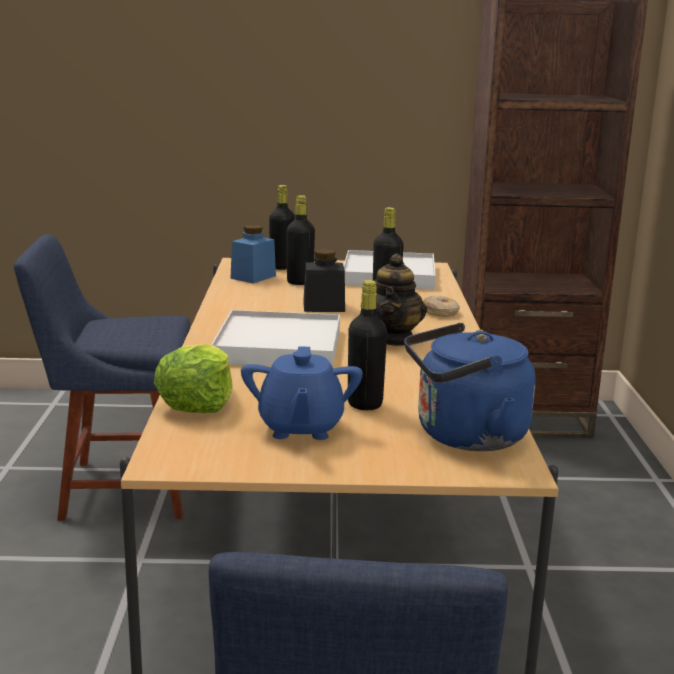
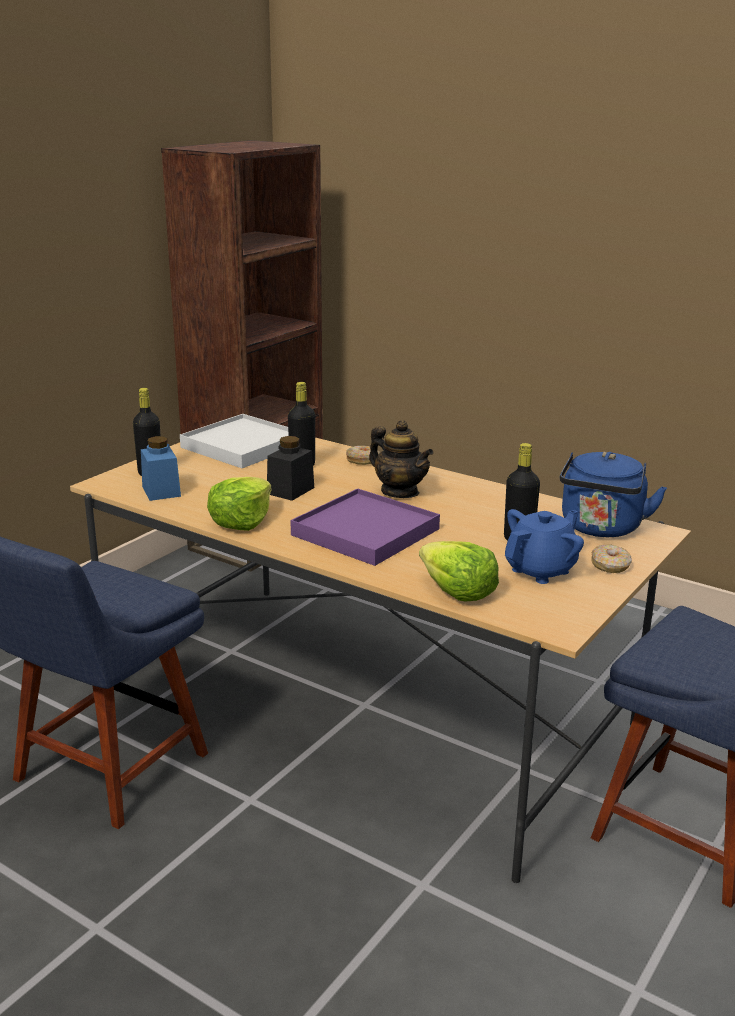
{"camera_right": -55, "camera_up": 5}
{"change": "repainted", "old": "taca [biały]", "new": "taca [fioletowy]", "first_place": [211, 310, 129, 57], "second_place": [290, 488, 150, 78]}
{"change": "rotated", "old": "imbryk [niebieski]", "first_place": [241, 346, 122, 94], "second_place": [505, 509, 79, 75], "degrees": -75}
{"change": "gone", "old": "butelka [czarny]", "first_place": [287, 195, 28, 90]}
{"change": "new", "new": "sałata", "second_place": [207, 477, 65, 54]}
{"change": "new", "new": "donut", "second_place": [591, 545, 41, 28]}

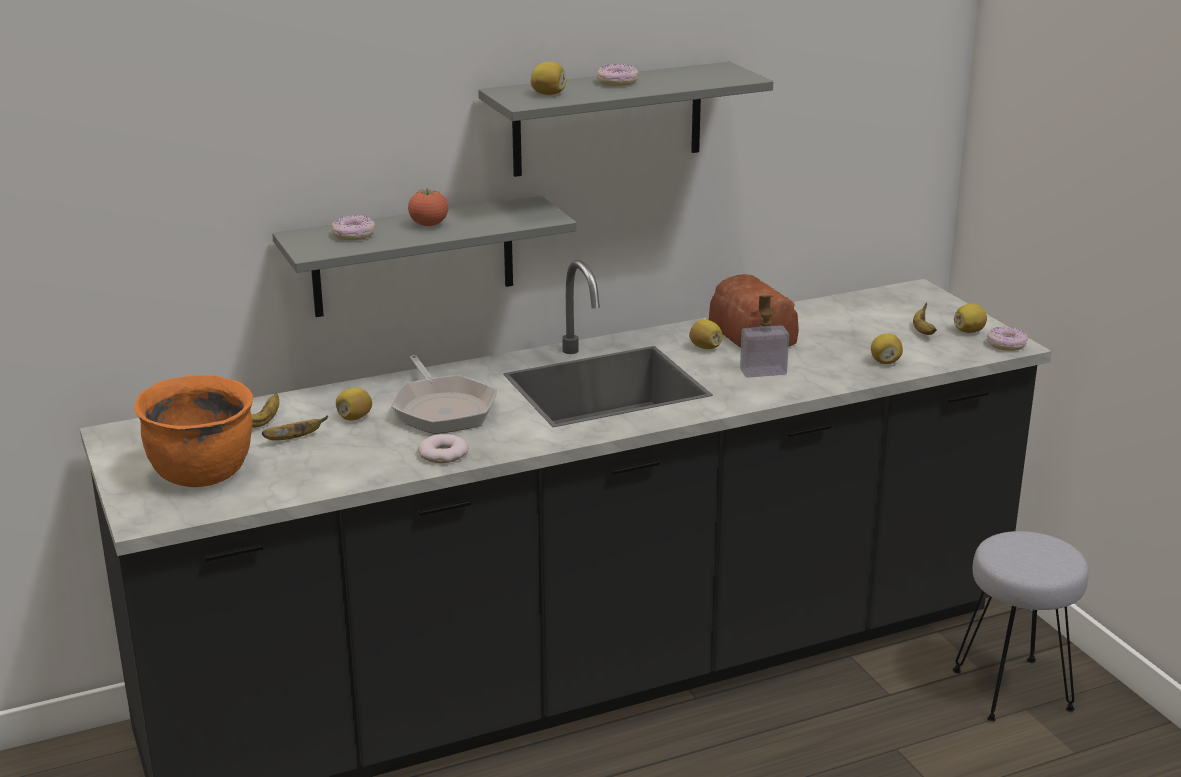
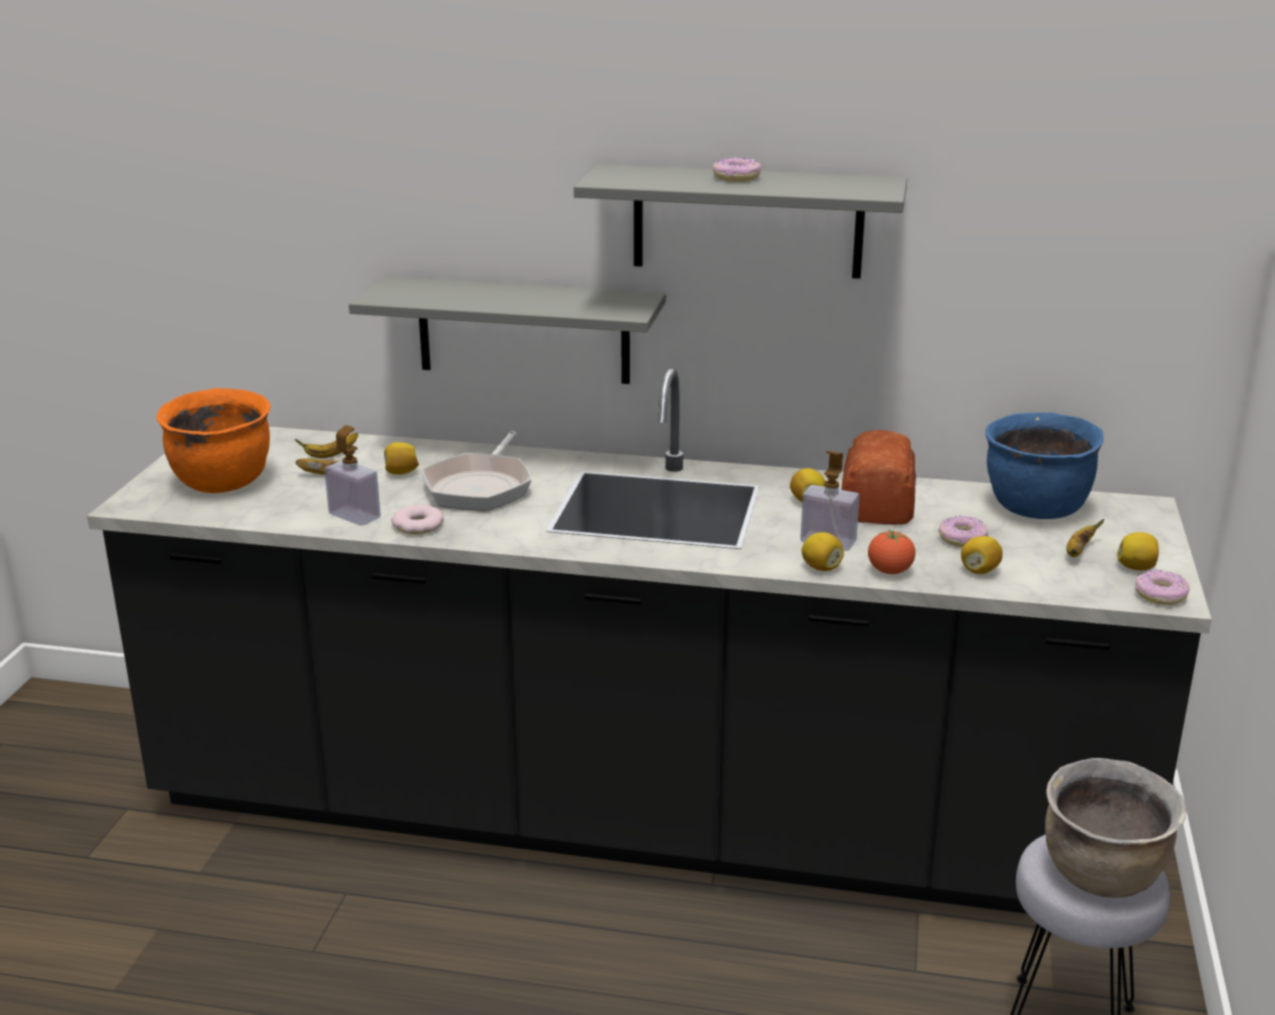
{"camera_right": 35, "camera_up": 0}
{"change": "shifted", "old": "donut", "first_place": [332, 215, 43, 26], "second_place": [938, 516, 50, 31]}
{"change": "shifted", "old": "pomidor", "first_place": [408, 188, 40, 38], "second_place": [868, 530, 48, 44]}
{"change": "shifted", "old": "cytryna", "first_place": [531, 62, 35, 33], "second_place": [802, 532, 42, 39]}
{"change": "new", "new": "dozownik mydła", "second_place": [324, 425, 57, 101]}
{"change": "new", "new": "garnek [niebieski]", "second_place": [985, 412, 119, 107]}
{"change": "new", "new": "garnek [brązowy]", "second_place": [1045, 758, 142, 140]}

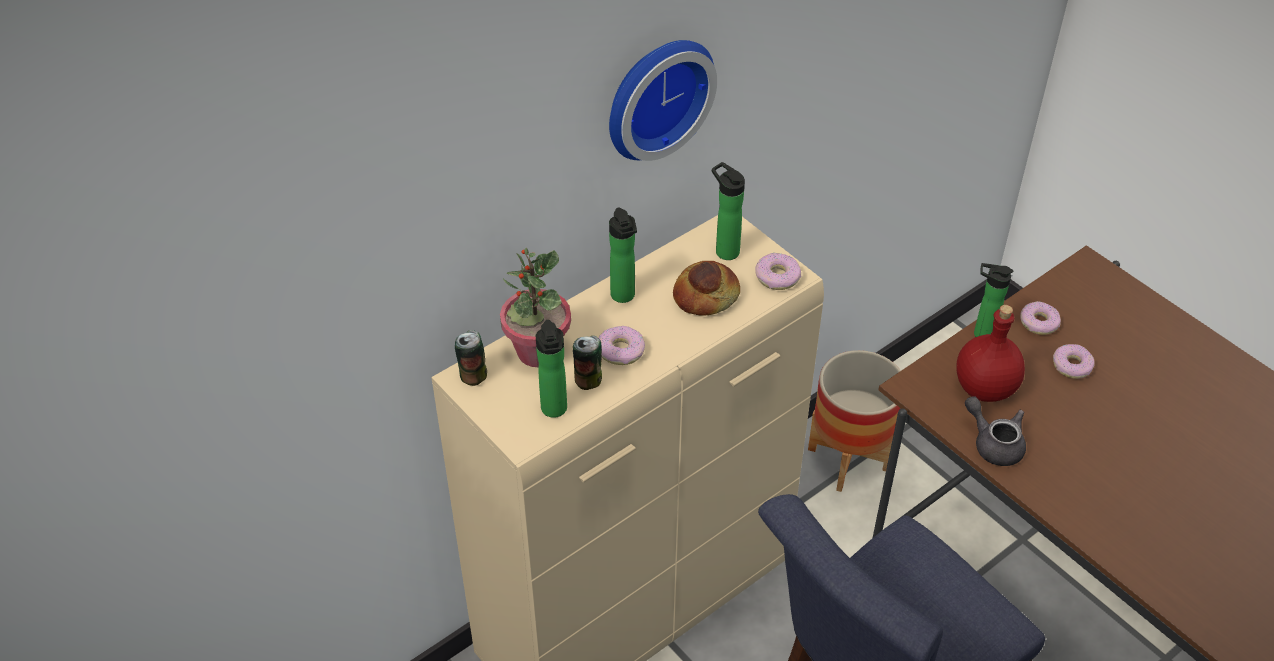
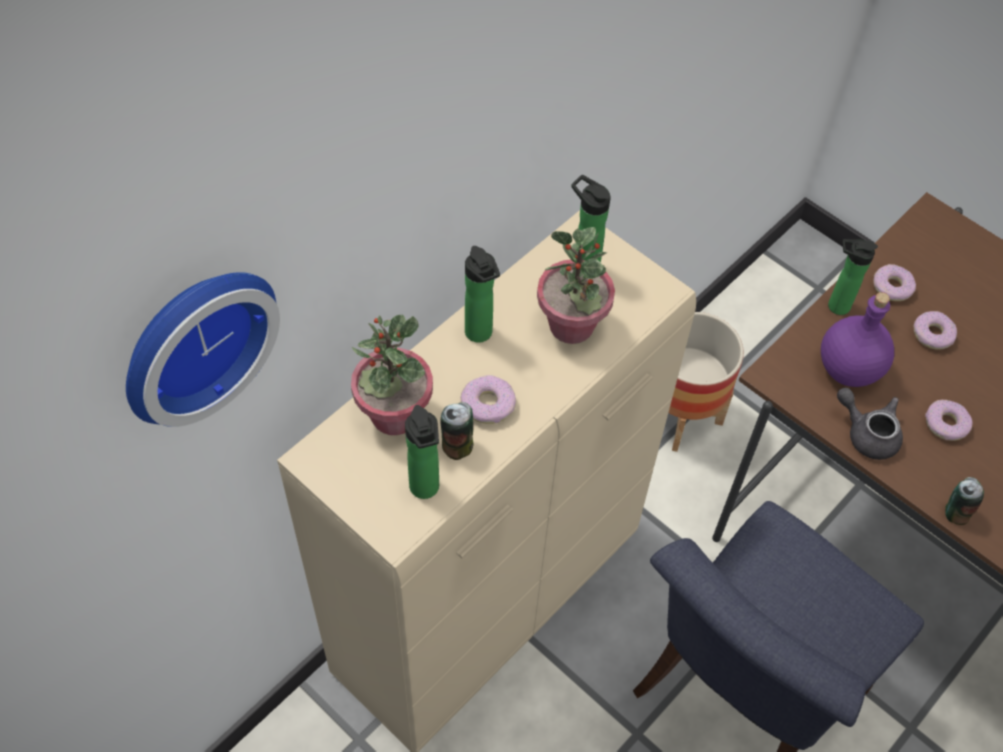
{"camera_right": -10, "camera_up": 10}
{"change": "shifted", "old": "puszka", "first_place": [455, 330, 32, 56], "second_place": [945, 477, 39, 48]}
{"change": "shifted", "old": "zegar ścienny", "first_place": [609, 40, 108, 121], "second_place": [126, 272, 154, 155]}
{"change": "swapped", "old": "chleb", "new": "roślina doniczkowa", "first_place": [673, 261, 67, 55], "second_place": [537, 227, 78, 117]}
{"change": "shifted", "old": "donut", "first_place": [755, 253, 46, 37], "second_place": [925, 400, 48, 41]}
{"change": "repainted", "old": "butelka [czerwony]", "new": "butelka [fioletowy]", "first_place": [956, 305, 69, 97], "second_place": [821, 292, 73, 95]}

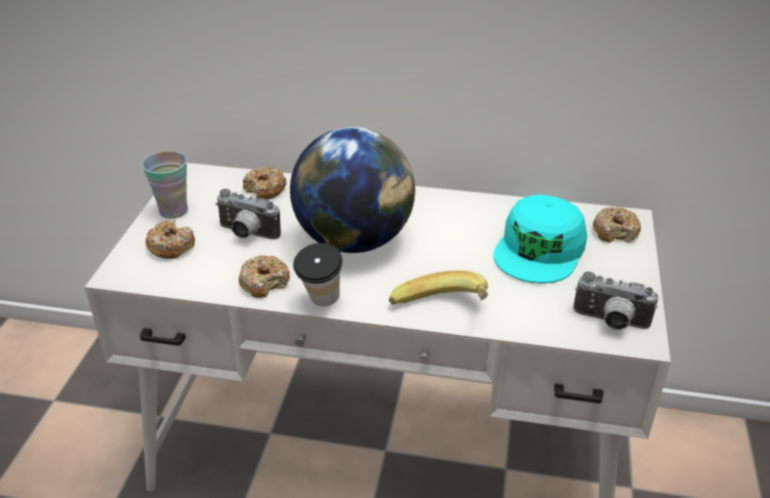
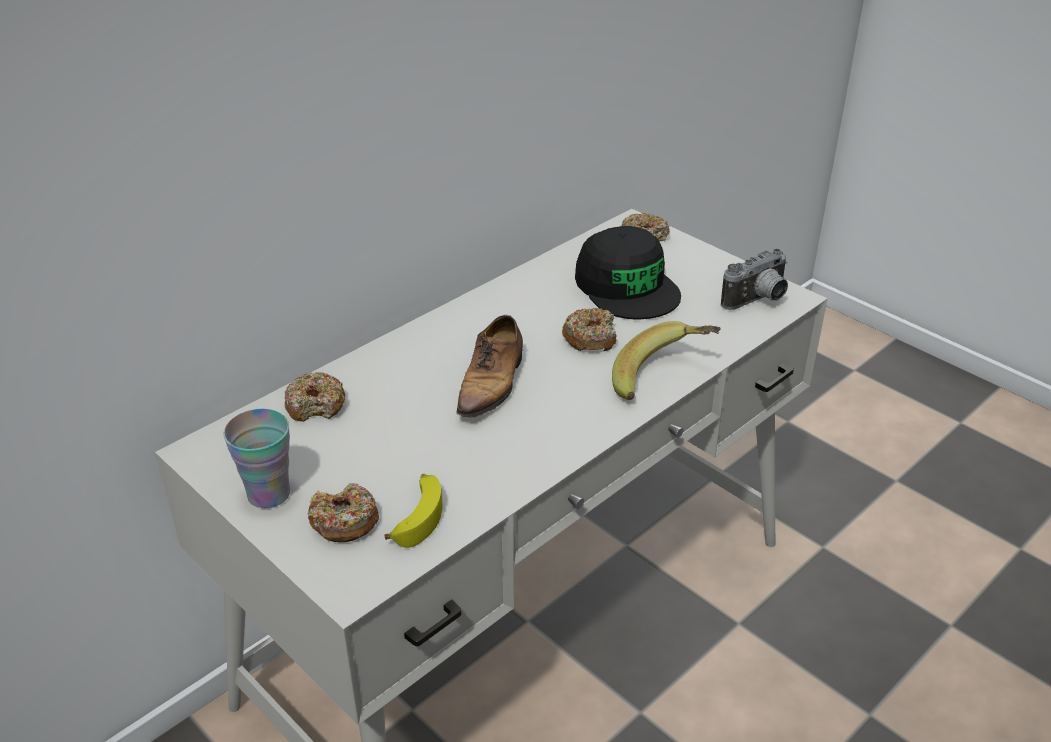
{"camera_right": -55, "camera_up": 0}
{"change": "gone", "old": "aparat fotograficzny", "first_place": [216, 189, 65, 51]}
{"change": "shifted", "old": "donut", "first_place": [239, 255, 51, 43], "second_place": [562, 308, 55, 43]}
{"change": "swapped", "old": "globus", "new": "but", "first_place": [290, 127, 125, 126], "second_place": [456, 315, 67, 110]}
{"change": "gone", "old": "filiżanka", "first_place": [293, 243, 50, 64]}
{"change": "repainted", "old": "czapka z daszkiem [turkusowy]", "new": "czapka z daszkiem [czarny]", "first_place": [493, 194, 94, 89], "second_place": [575, 226, 106, 93]}
{"change": "new", "new": "banan", "second_place": [385, 474, 57, 74]}

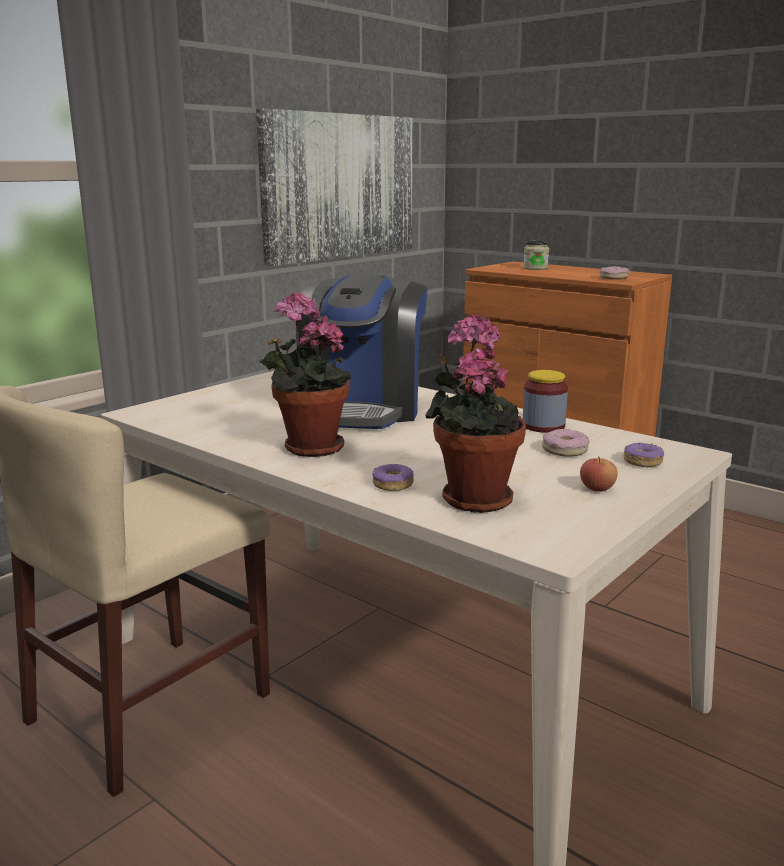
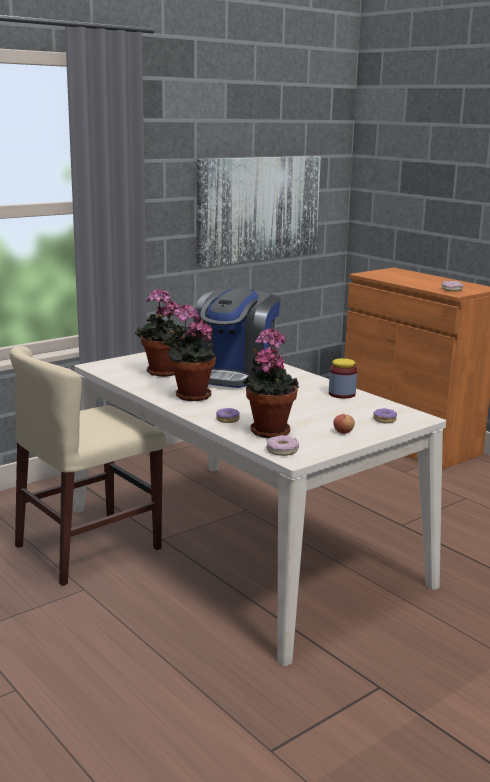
{"camera_right": 10, "camera_up": 0}
{"change": "gone", "old": "słoik", "first_place": [523, 241, 26, 29]}
{"change": "shifted", "old": "donut", "first_place": [542, 429, 47, 28], "second_place": [266, 435, 33, 21]}
{"change": "new", "new": "roślina doniczkowa", "second_place": [135, 288, 54, 89]}

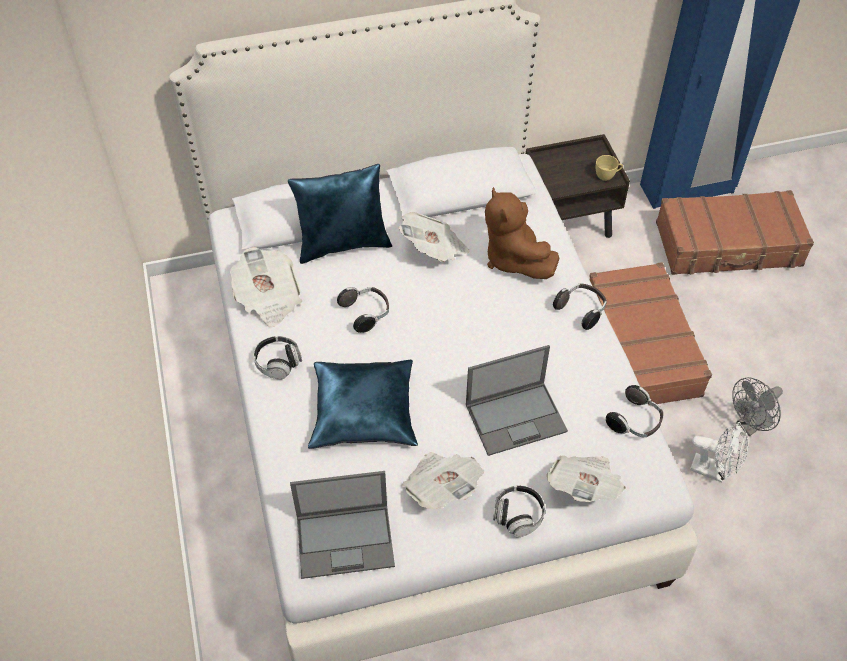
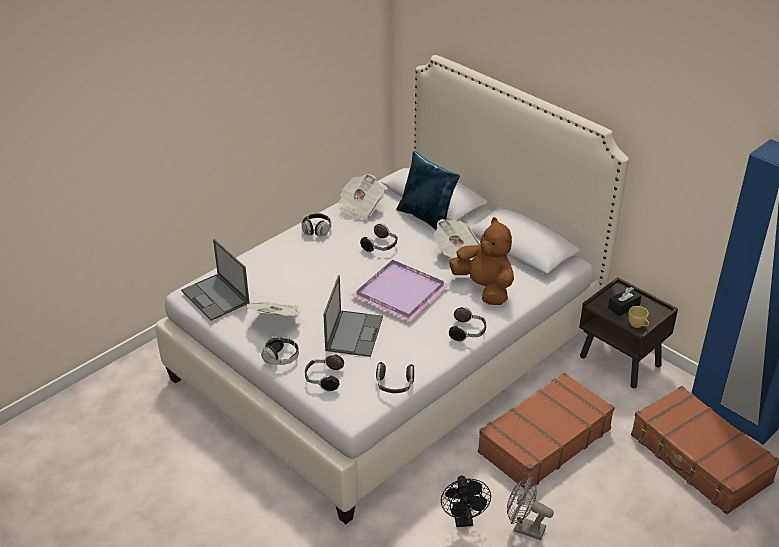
{"camera_right": 60, "camera_up": -15}
{"change": "gone", "old": "poduszka [niebieski]", "first_place": [308, 360, 110, 89]}
{"change": "rotated", "old": "laptop", "first_place": [466, 345, 102, 111], "second_place": [323, 275, 60, 82], "degrees": -120}
{"change": "rotated", "old": "pluszak [brązowy]", "first_place": [485, 187, 74, 92], "second_place": [450, 217, 64, 88], "degrees": 105}
{"change": "swapped", "old": "gazeta", "new": "słuchawki", "first_place": [546, 456, 80, 46], "second_place": [305, 354, 39, 38]}
{"change": "repainted", "old": "wentylator [biały]", "new": "wentylator [czarny]", "first_place": [690, 422, 59, 60], "second_place": [441, 475, 50, 52]}
{"change": "new", "new": "taca [fioletowy]", "second_place": [351, 260, 98, 62]}
{"change": "new", "new": "pudełko chusteczek [czarny]", "second_place": [608, 287, 34, 29]}

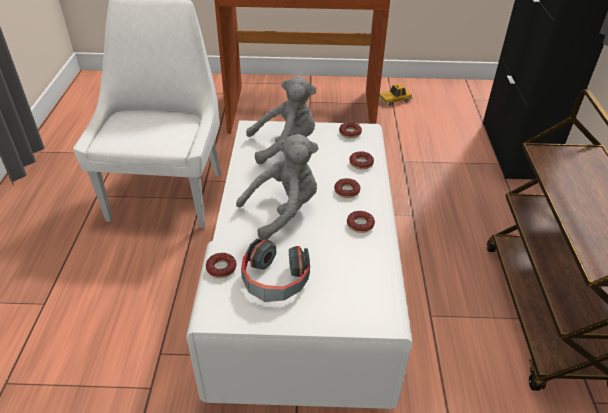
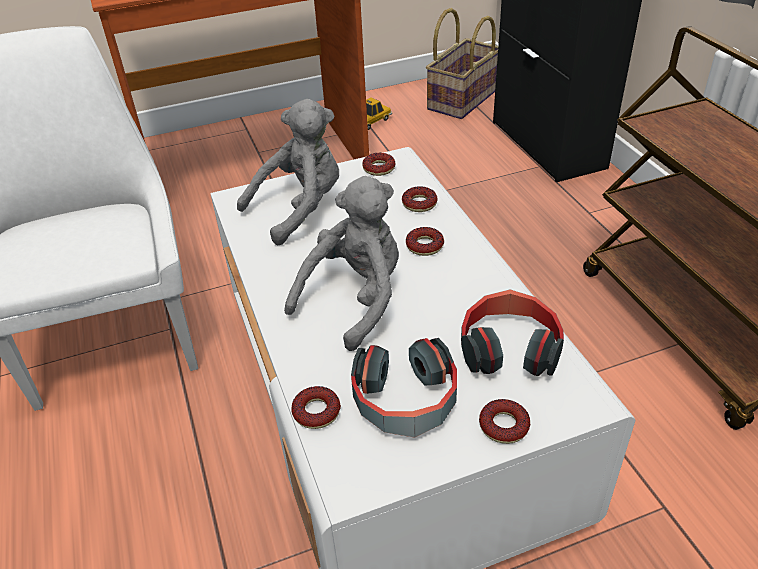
{"camera_right": -20, "camera_up": 0}
{"change": "shifted", "old": "donut", "first_place": [347, 211, 28, 22], "second_place": [479, 399, 51, 45]}
{"change": "new", "new": "koszyk", "second_place": [426, 8, 72, 111]}
{"change": "new", "new": "słuchawki", "second_place": [461, 289, 103, 87]}

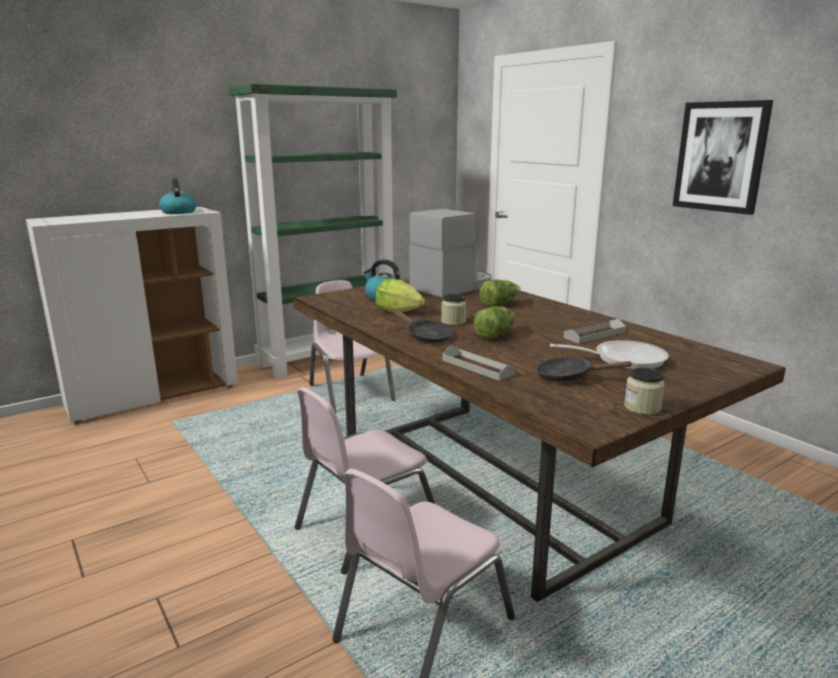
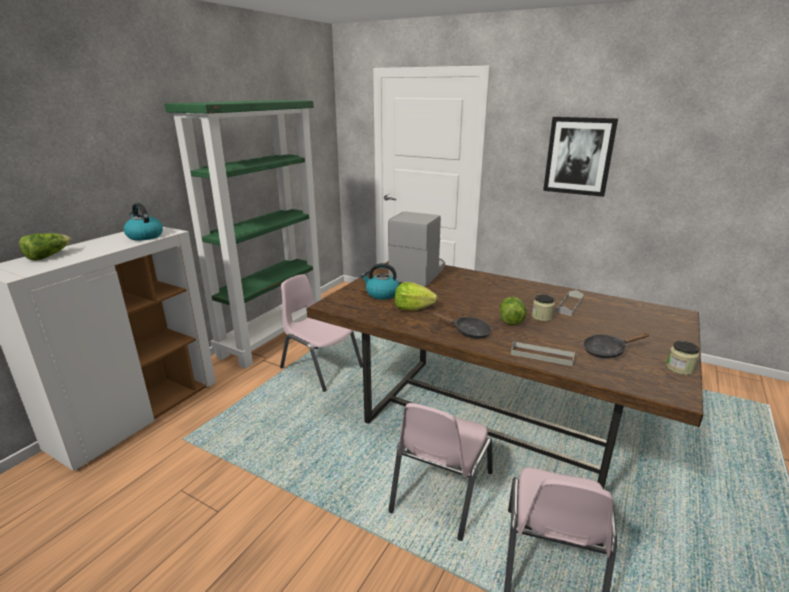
{"camera_right": -25, "camera_up": 5}
{"change": "shifted", "old": "słoik", "first_place": [441, 294, 25, 31], "second_place": [532, 294, 23, 27]}
{"change": "shifted", "old": "sałata", "first_place": [480, 280, 40, 27], "second_place": [19, 233, 52, 28]}
{"change": "gone", "old": "patelnia", "first_place": [550, 340, 119, 30]}

